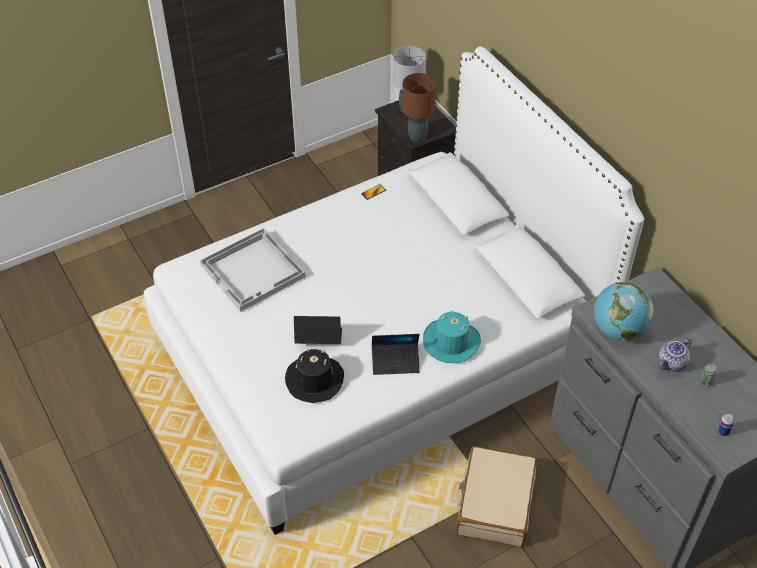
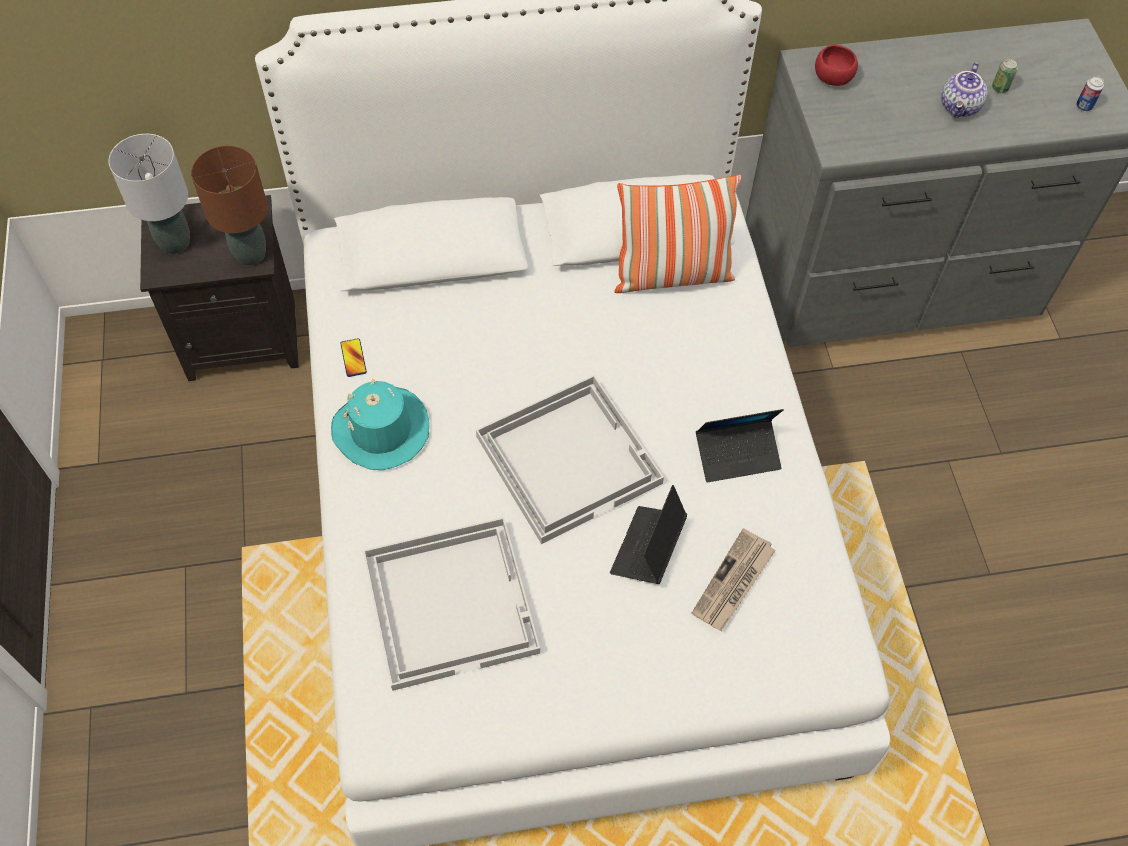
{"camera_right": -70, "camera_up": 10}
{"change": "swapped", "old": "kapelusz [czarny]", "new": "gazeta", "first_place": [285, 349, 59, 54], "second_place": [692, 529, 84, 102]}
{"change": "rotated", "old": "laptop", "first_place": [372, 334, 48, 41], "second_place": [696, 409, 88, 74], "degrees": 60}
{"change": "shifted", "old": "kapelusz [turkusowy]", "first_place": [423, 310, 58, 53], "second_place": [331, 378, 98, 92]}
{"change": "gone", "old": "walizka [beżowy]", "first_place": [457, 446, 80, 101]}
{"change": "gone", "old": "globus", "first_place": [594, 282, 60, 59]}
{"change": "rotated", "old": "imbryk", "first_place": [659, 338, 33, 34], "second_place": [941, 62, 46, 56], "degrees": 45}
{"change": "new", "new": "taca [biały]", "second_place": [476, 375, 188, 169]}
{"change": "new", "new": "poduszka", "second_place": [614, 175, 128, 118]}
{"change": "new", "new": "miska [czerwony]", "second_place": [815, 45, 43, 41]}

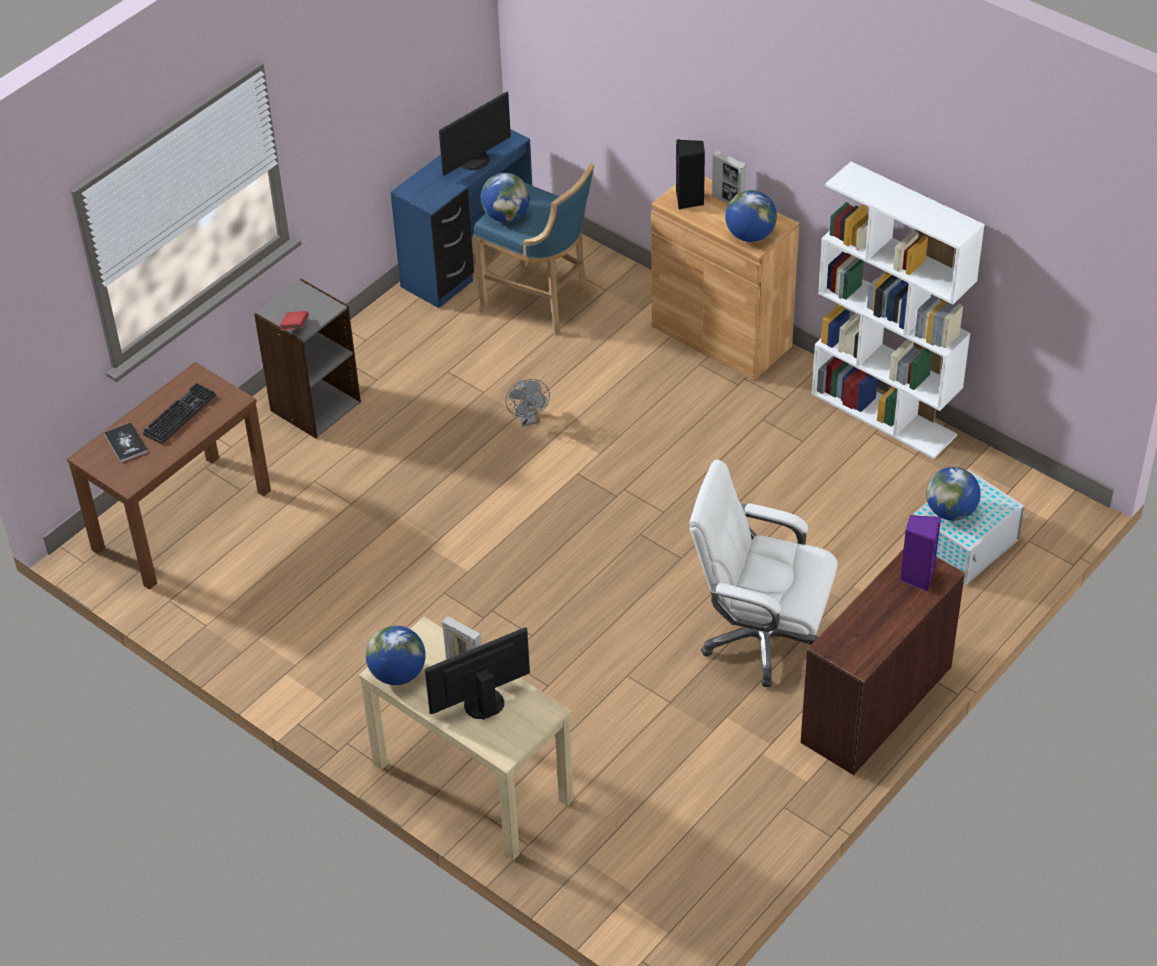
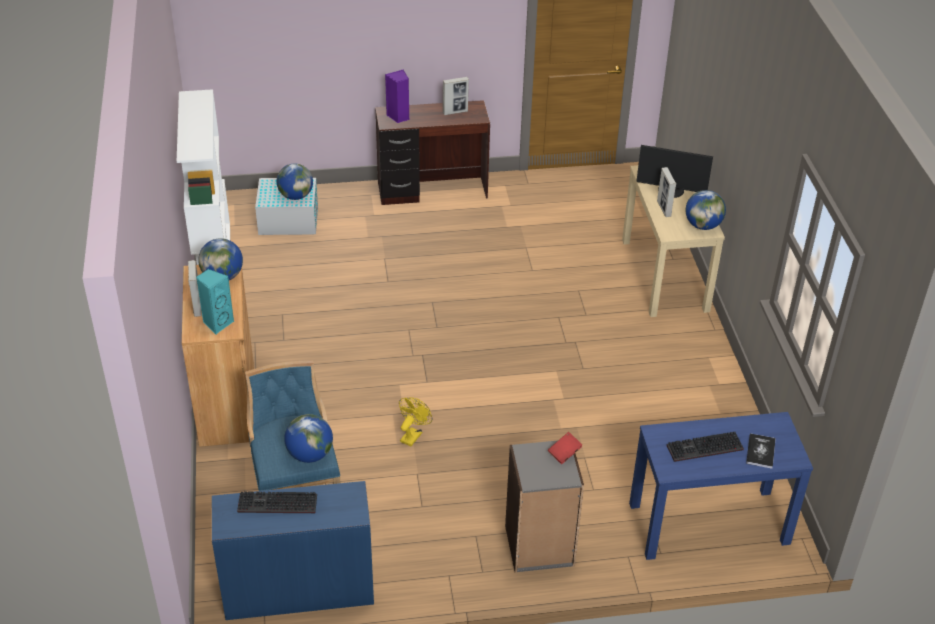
{"camera_right": -140, "camera_up": -5}
{"change": "repainted", "old": "stolik konsolowy [brązowy]", "new": "stolik konsolowy [niebieski]", "first_place": [67, 362, 204, 228], "second_place": [629, 412, 184, 148]}
{"change": "swapped", "old": "monitor", "new": "klawiatura", "first_place": [439, 92, 72, 84], "second_place": [237, 492, 80, 21]}
{"change": "repainted", "old": "wentylator [szary]", "new": "wentylator [żółty]", "first_place": [505, 379, 45, 47], "second_place": [399, 397, 33, 49]}
{"change": "repainted", "old": "głośnik [czarny]", "new": "głośnik [turkusowy]", "first_place": [676, 139, 29, 70], "second_place": [196, 269, 38, 65]}
{"change": "gone", "old": "krzesło biurowe [biały]", "first_place": [689, 460, 149, 227]}
{"change": "new", "new": "ramka na zdjęcie", "second_place": [443, 77, 26, 38]}

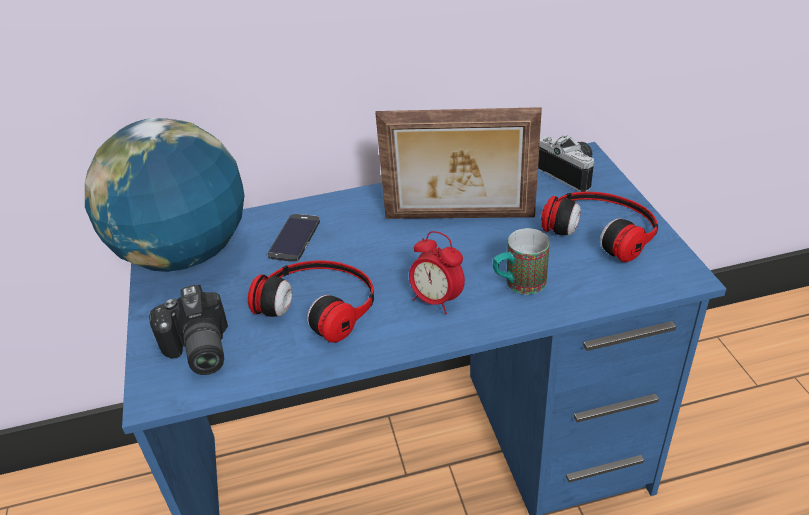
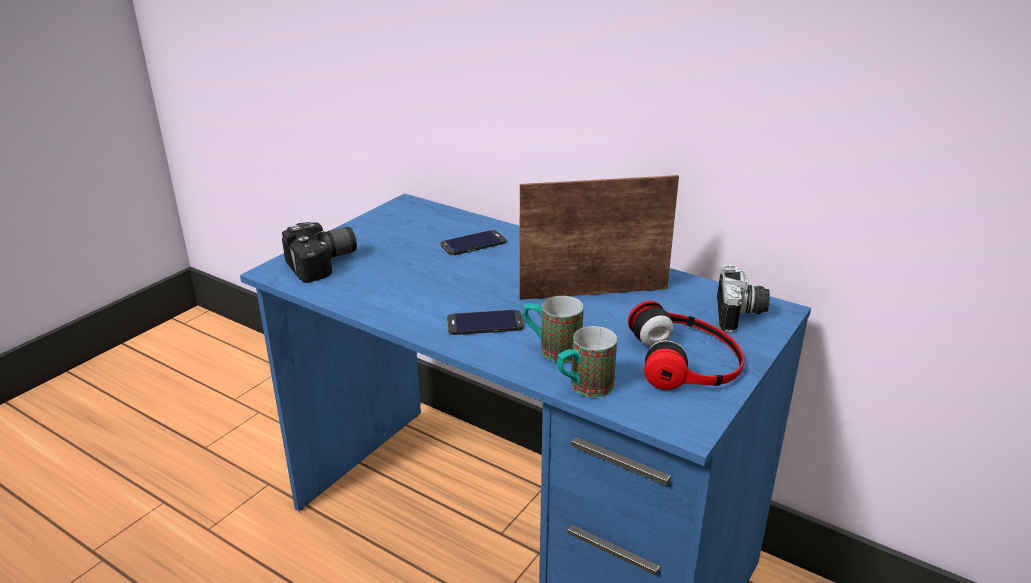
{"camera_right": 45, "camera_up": -10}
{"change": "gone", "old": "globus", "first_place": [85, 118, 159, 154]}
{"change": "rotated", "old": "aparat fotograficzny", "first_place": [149, 285, 79, 90], "second_place": [282, 222, 75, 61], "degrees": -150}
{"change": "gone", "old": "słuchawki", "first_place": [248, 260, 126, 83]}
{"change": "rotated", "old": "ramka na zdjęcie", "first_place": [375, 107, 167, 112], "second_place": [519, 175, 160, 125], "degrees": 120}
{"change": "swapped", "old": "budzik", "new": "telefon", "first_place": [409, 231, 56, 83], "second_place": [447, 310, 77, 25]}
{"change": "new", "new": "kubek", "second_place": [557, 326, 60, 71]}

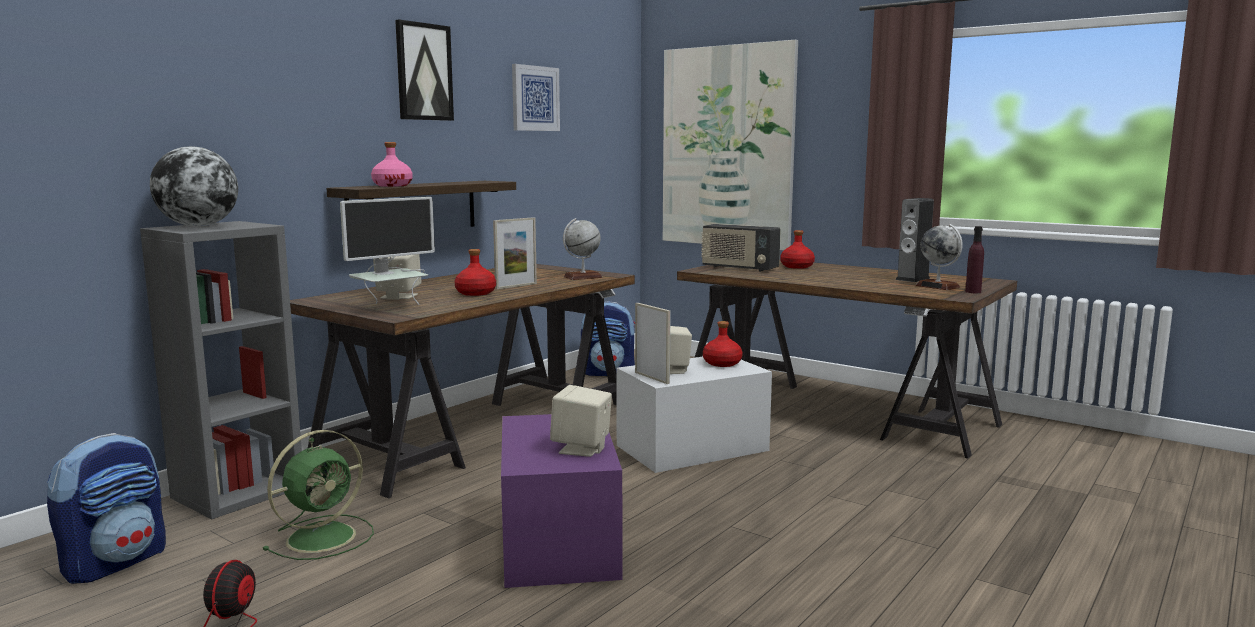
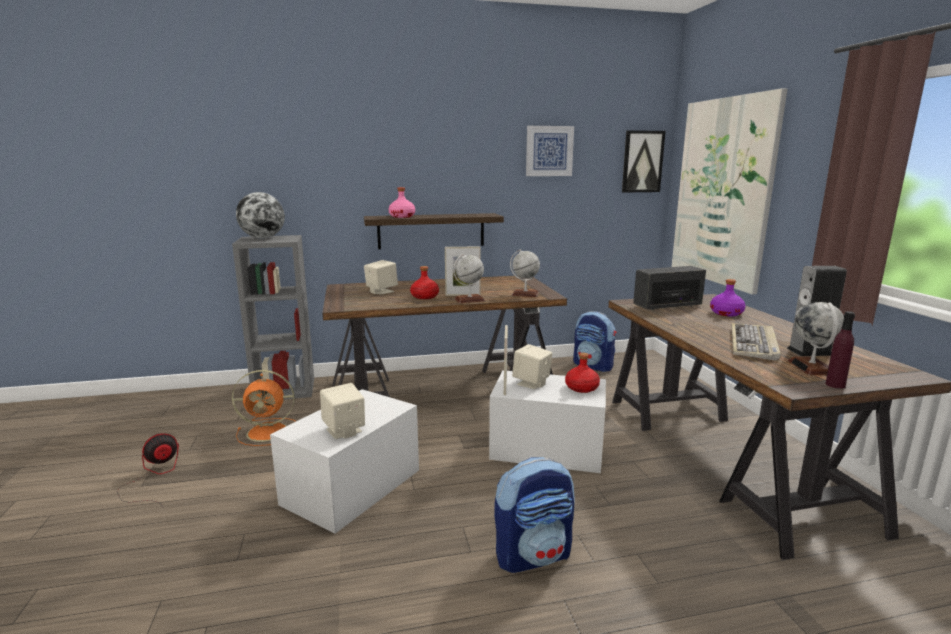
{"camera_right": 40, "camera_up": 5}
{"change": "shifted", "old": "plecak", "first_place": [47, 433, 119, 151], "second_place": [494, 457, 81, 116]}
{"change": "repainted", "old": "wentylator [zielony]", "new": "wentylator [pomarańczowy]", "first_place": [262, 430, 112, 130], "second_place": [232, 370, 64, 76]}
{"change": "gone", "old": "monitor", "first_place": [340, 197, 95, 108]}
{"change": "shifted", "old": "obraz", "first_place": [395, 19, 59, 102], "second_place": [622, 130, 44, 63]}
{"change": "repainted", "old": "pojemnik do przechowywania [fioletowy]", "new": "pojemnik do przechowywania [biały]", "first_place": [501, 414, 121, 174], "second_place": [270, 389, 149, 144]}
{"change": "rotated", "old": "radio", "first_place": [701, 224, 80, 48], "second_place": [633, 266, 73, 45], "degrees": 90}
{"change": "repainted", "old": "butelka [czerwony]", "new": "butelka [fioletowy]", "first_place": [780, 230, 35, 39], "second_place": [710, 279, 36, 37]}
{"change": "new", "new": "globus", "second_place": [453, 254, 32, 49]}
{"change": "new", "new": "klawiatura", "second_place": [731, 323, 50, 38]}

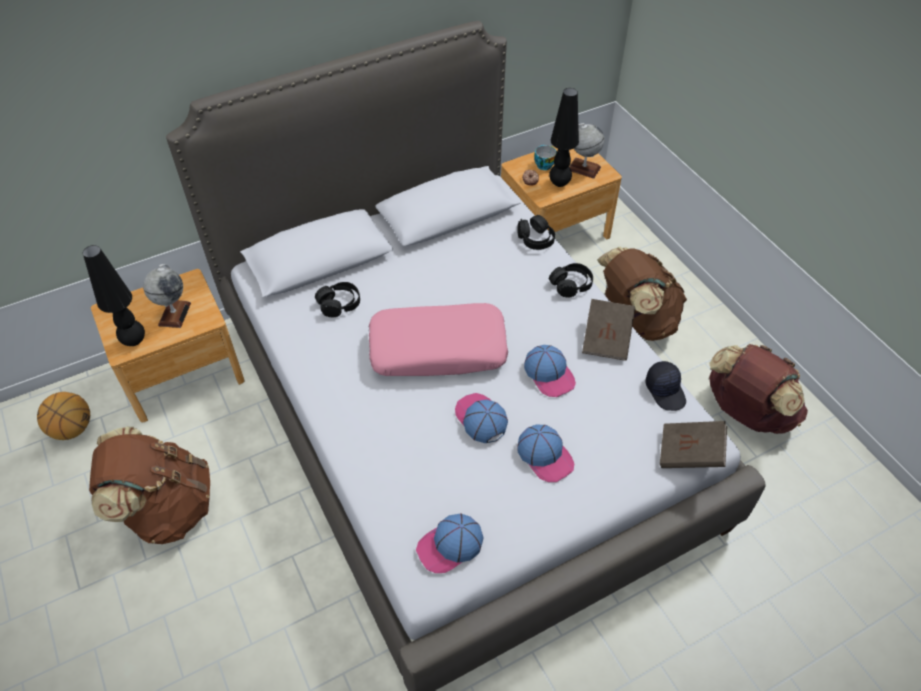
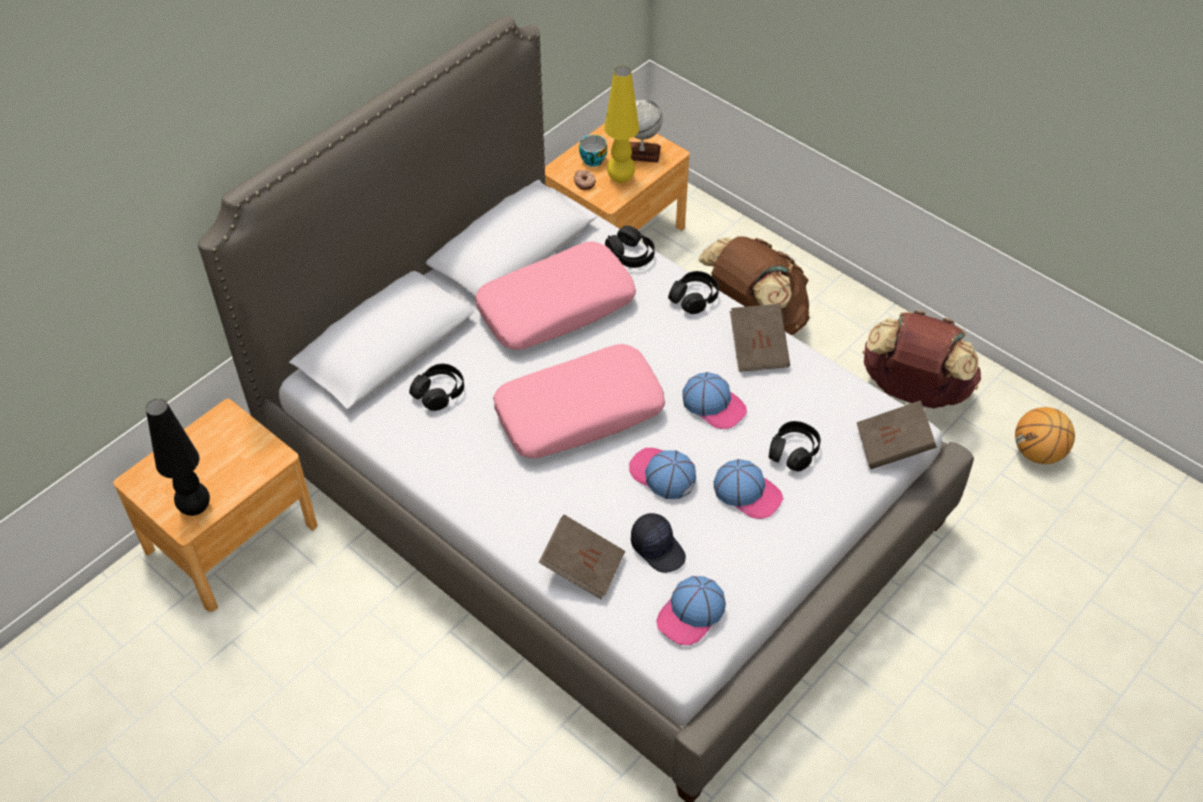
{"camera_right": -20, "camera_up": 0}
{"change": "shifted", "old": "piłka do koszykówki", "first_place": [37, 392, 53, 48], "second_place": [1015, 407, 60, 57]}
{"change": "gone", "old": "plecak [brązowy]", "first_place": [89, 427, 121, 117]}
{"change": "gone", "old": "globus", "first_place": [143, 264, 48, 64]}
{"change": "repainted", "old": "lampa stołowa [czarny]", "new": "lampa stołowa [żółty]", "first_place": [549, 88, 30, 99], "second_place": [604, 66, 35, 117]}
{"change": "shifted", "old": "czapka z daszkiem [czarny]", "first_place": [646, 361, 40, 50], "second_place": [631, 513, 55, 60]}
{"change": "new", "new": "poduszka [różowy]", "second_place": [475, 241, 161, 109]}
{"change": "new", "new": "książka [brązowy]", "second_place": [539, 515, 86, 84]}
{"change": "new", "new": "słuchawki [czarny]", "second_place": [769, 421, 52, 51]}

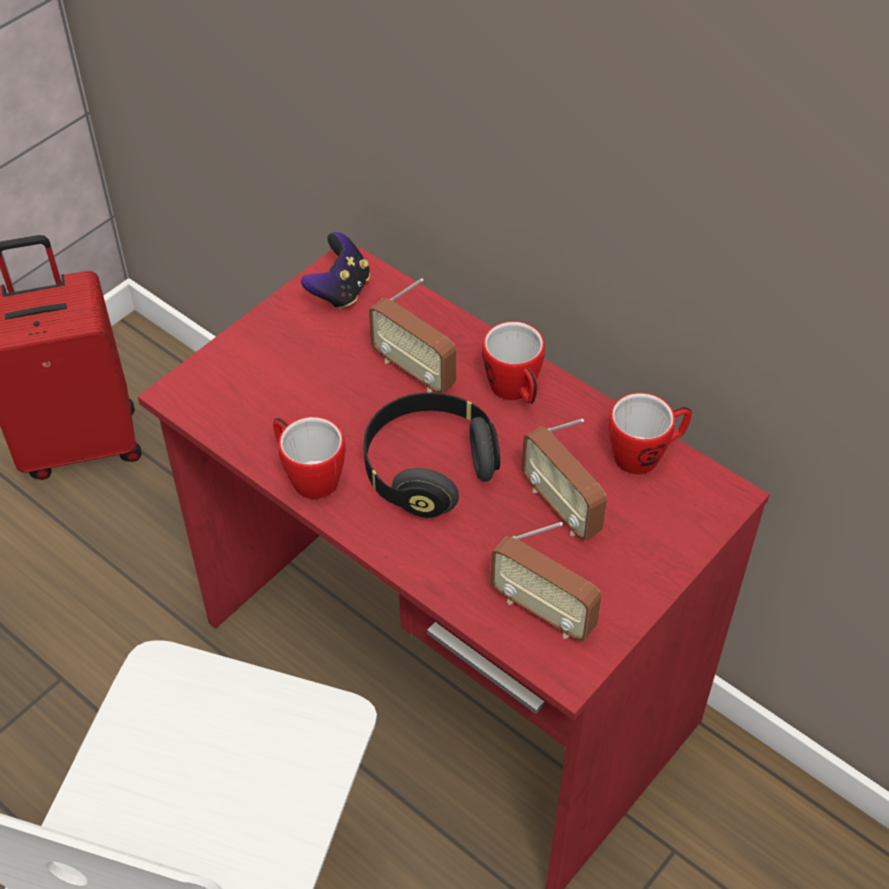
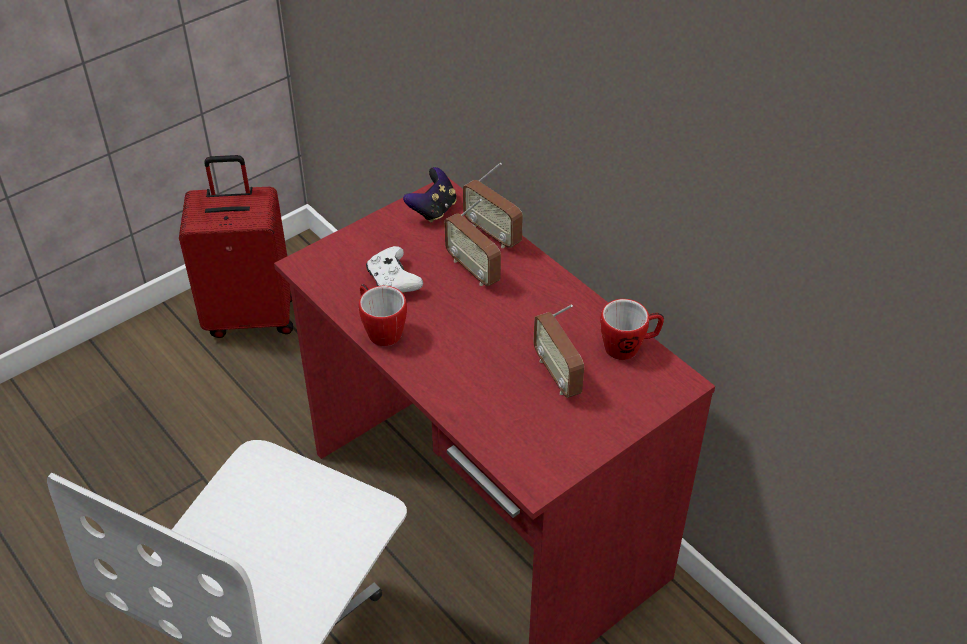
{"camera_right": 10, "camera_up": -5}
{"change": "gone", "old": "słuchawki [czarny]", "first_place": [364, 393, 136, 125]}
{"change": "gone", "old": "kubek", "first_place": [482, 321, 63, 83]}
{"change": "shifted", "old": "radio", "first_place": [490, 522, 112, 119], "second_place": [463, 163, 60, 85]}
{"change": "new", "new": "pad do gier [biały]", "second_place": [366, 246, 57, 47]}

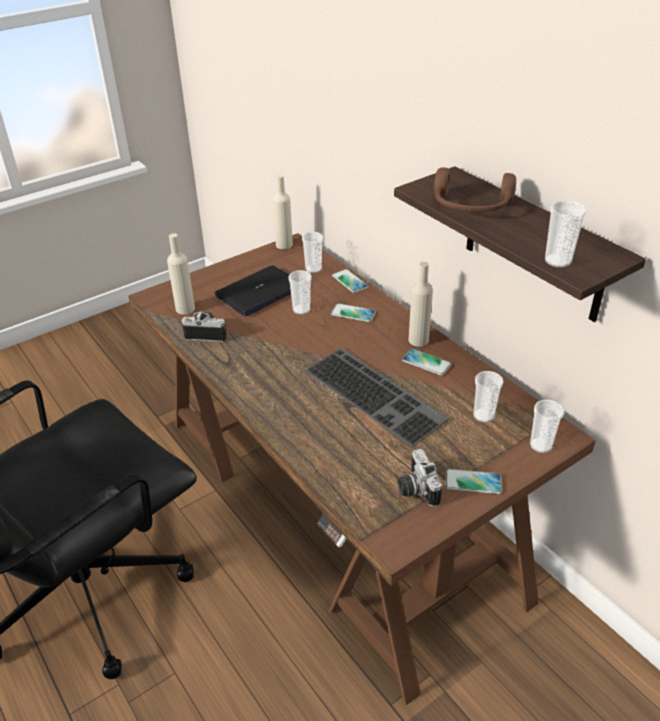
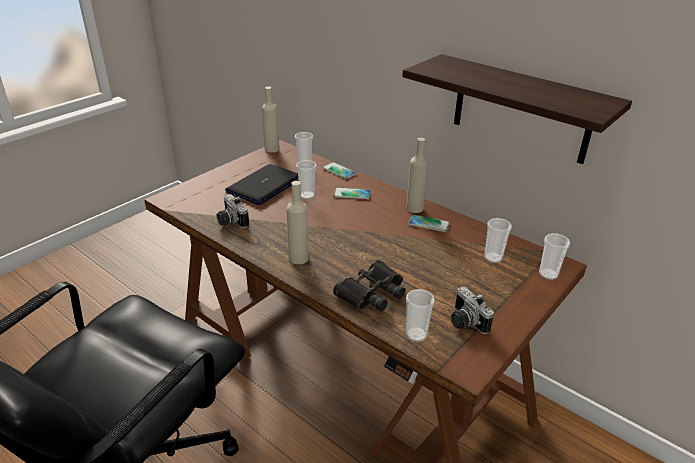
{"camera_right": -15, "camera_up": -5}
{"change": "shifted", "old": "butelka [beżowy]", "first_place": [167, 233, 28, 82], "second_place": [287, 181, 22, 83]}
{"change": "rotated", "old": "aparat fotograficzny", "first_place": [182, 311, 45, 31], "second_place": [216, 194, 33, 34], "degrees": -120}
{"change": "gone", "old": "klawiatura", "first_place": [305, 348, 144, 99]}
{"change": "gone", "old": "słuchawki [brązowy]", "first_place": [434, 167, 82, 45]}
{"change": "gone", "old": "telefon", "first_place": [445, 469, 57, 25]}
{"change": "shifted", "old": "filiżanka", "first_place": [545, 200, 42, 68], "second_place": [406, 289, 29, 53]}
{"change": "new", "new": "lornetka [czarny]", "second_place": [333, 260, 73, 52]}

